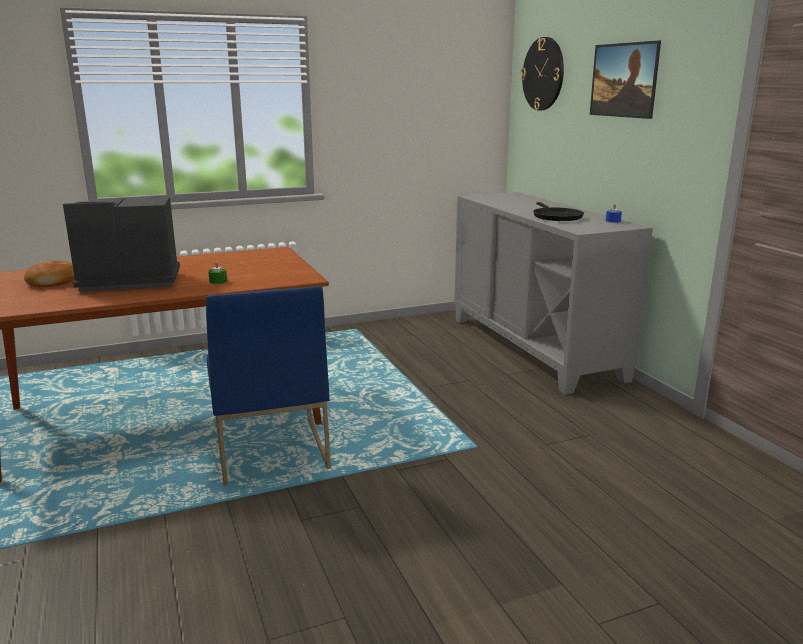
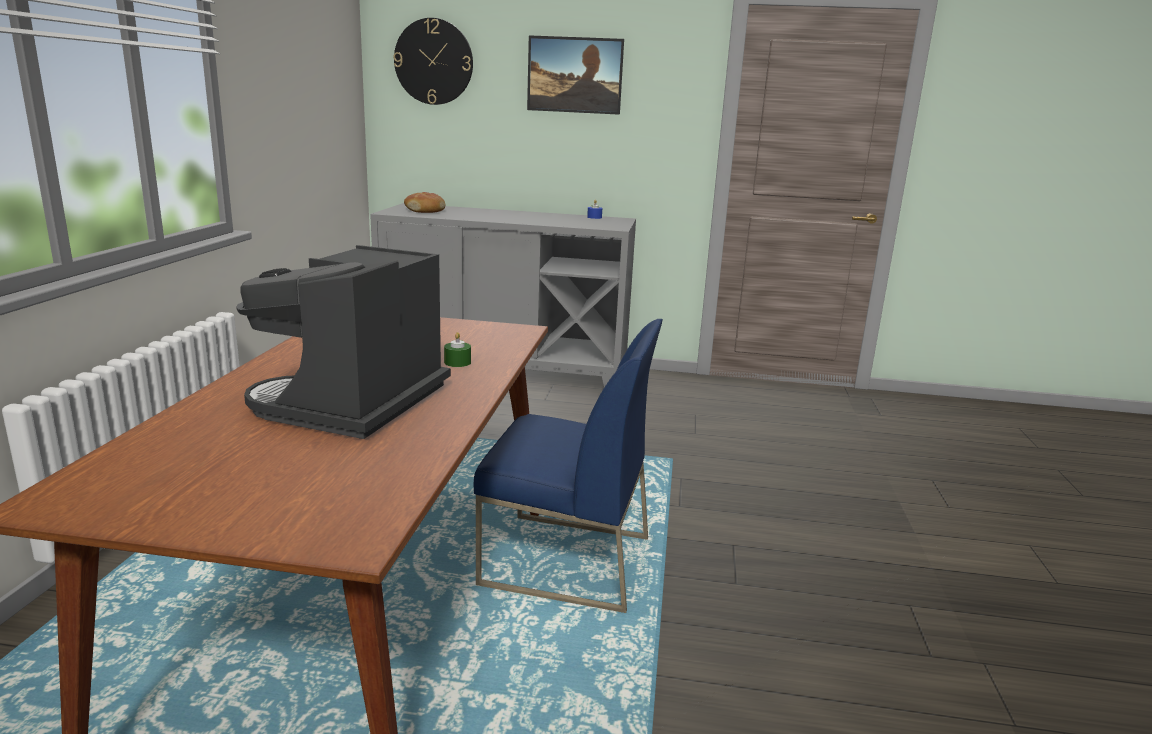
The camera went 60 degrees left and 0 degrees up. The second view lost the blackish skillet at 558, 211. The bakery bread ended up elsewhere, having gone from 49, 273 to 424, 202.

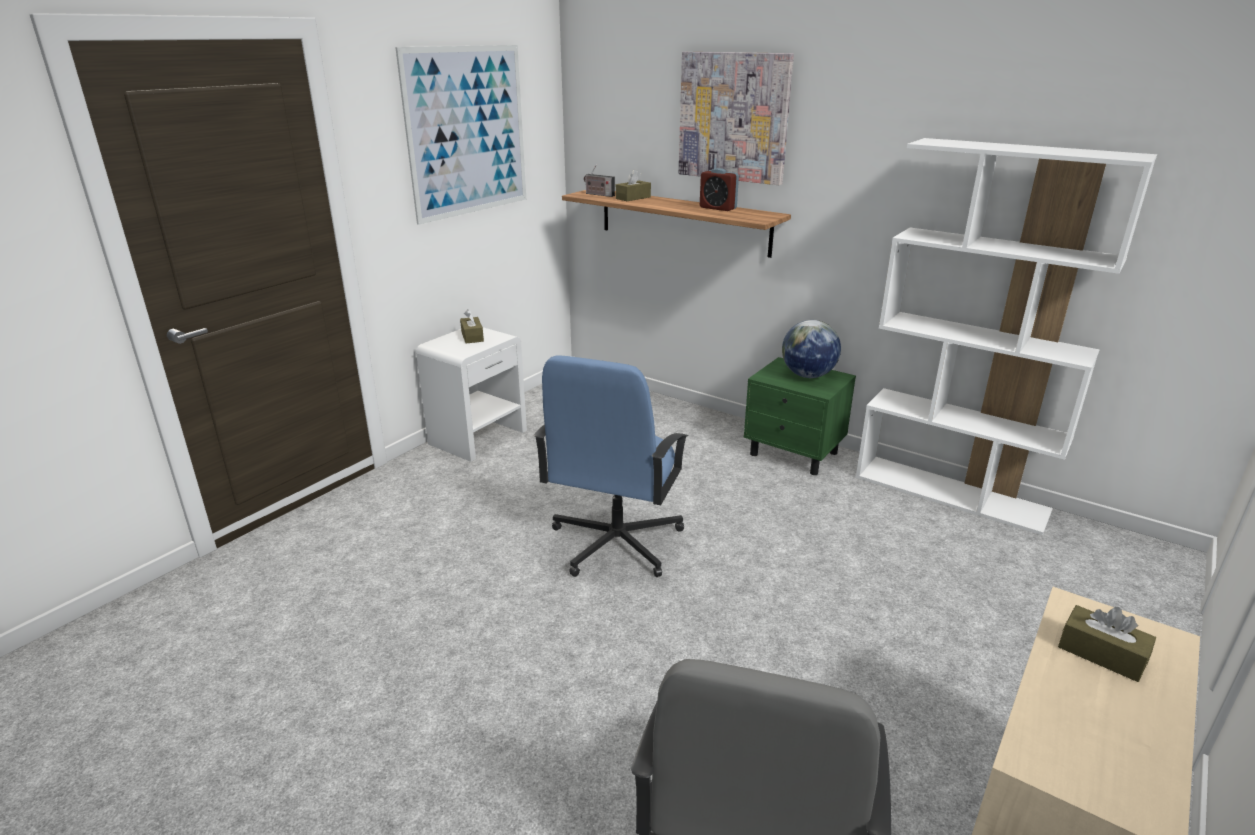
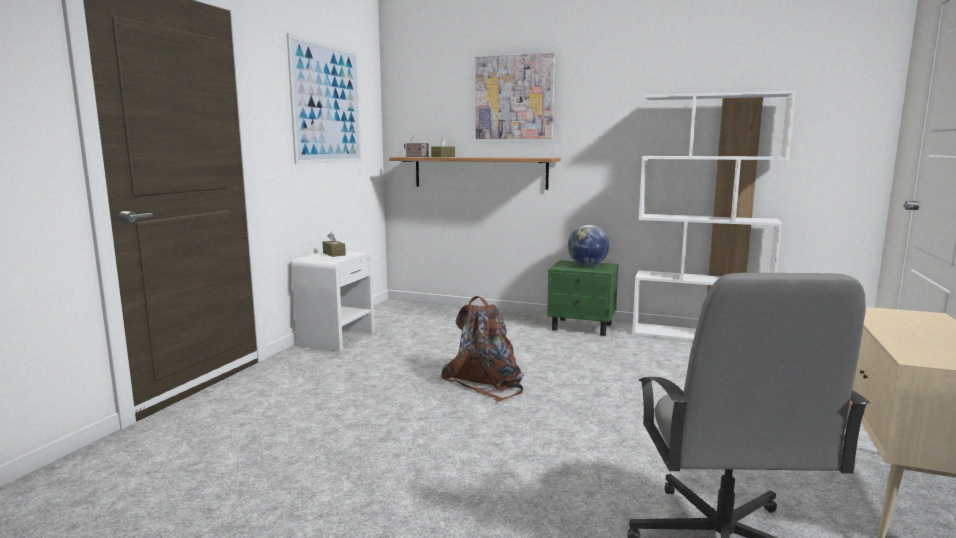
The camera went 15 degrees left and 15 degrees down. The second view lost the table clock at 719, 189. The second view lost the brownish tissue holder at 1107, 643. Where the bluish desk chair stood at 611, 466, the brownish backpack came to stand at 482, 349.

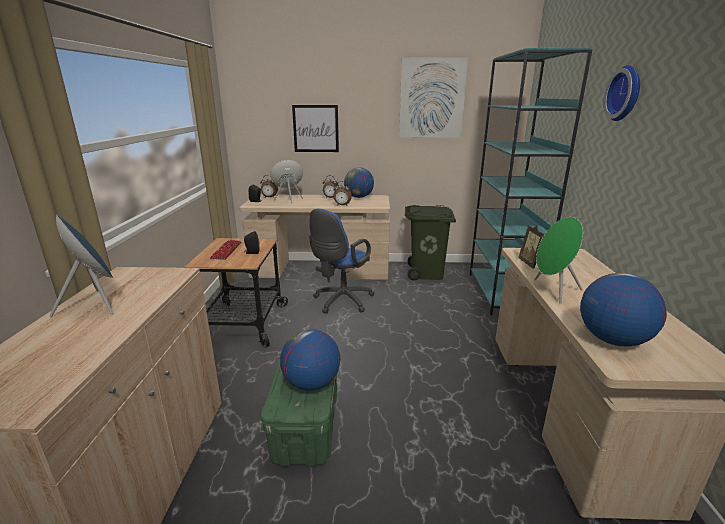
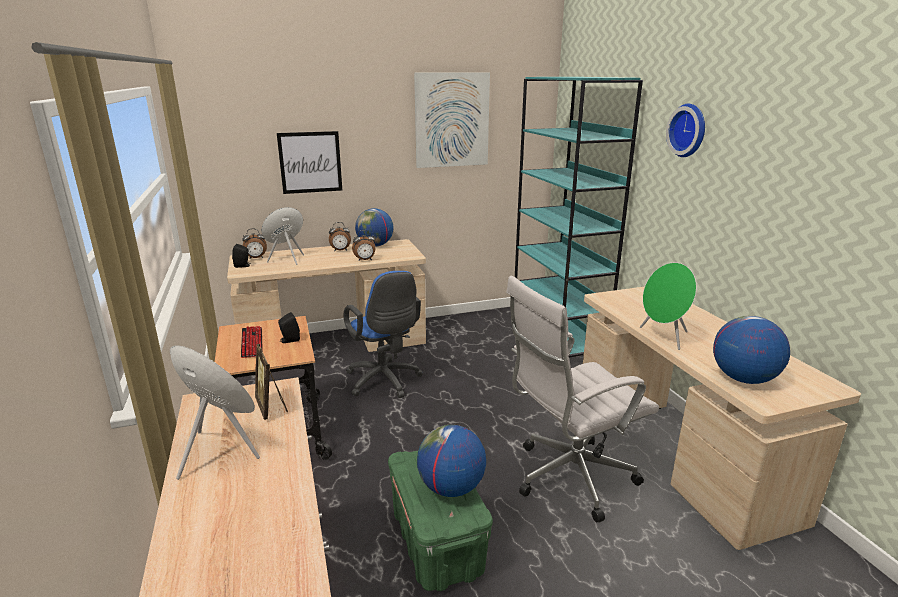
The camera went 20 degrees left and 0 degrees up. The second view lost the green-coloured rubbish bin at 430, 242. The second view gained the whitish desk chair at 582, 399. The standing frame ended up elsewhere, having gone from 531, 247 to 271, 382. The bluish desk chair at 342, 261 ended up facing another way, 45 degrees counterclockwise from before.

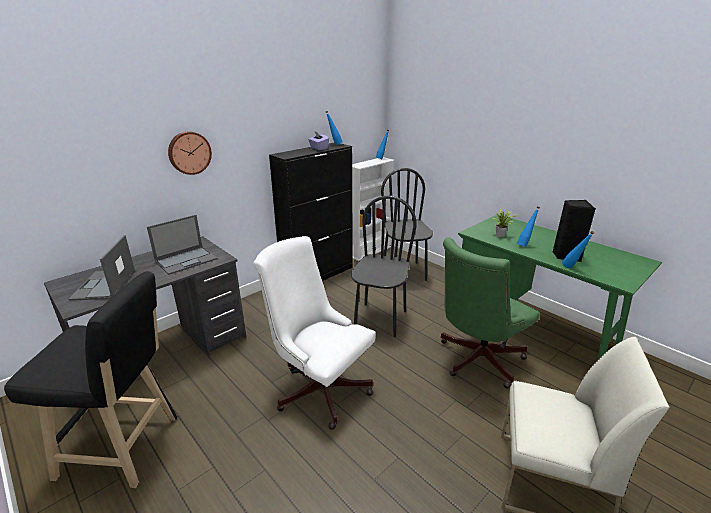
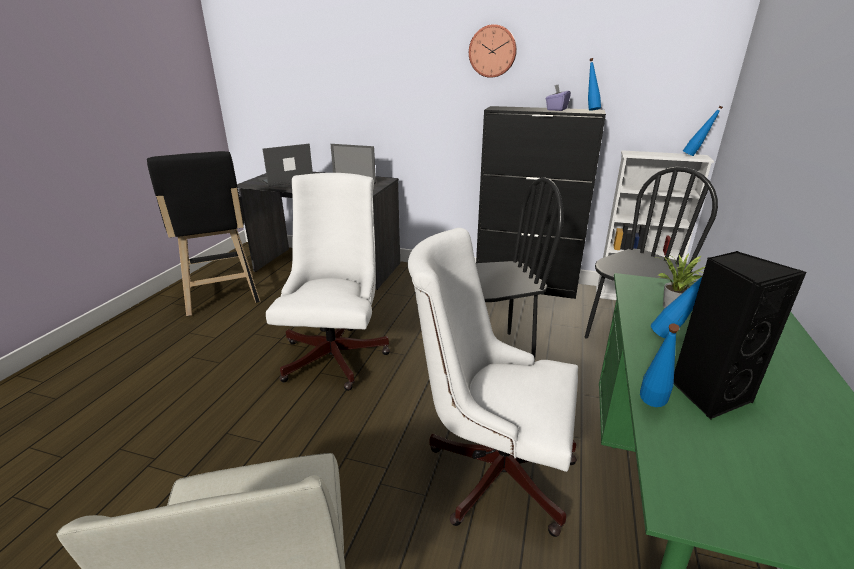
The camera went 60 degrees right and 0 degrees up. The wall clock ended up elsewhere, having gone from 190, 153 to 493, 51. What was the green-coloured desk chair at 490, 313 turned into the whitish desk chair at 493, 382.

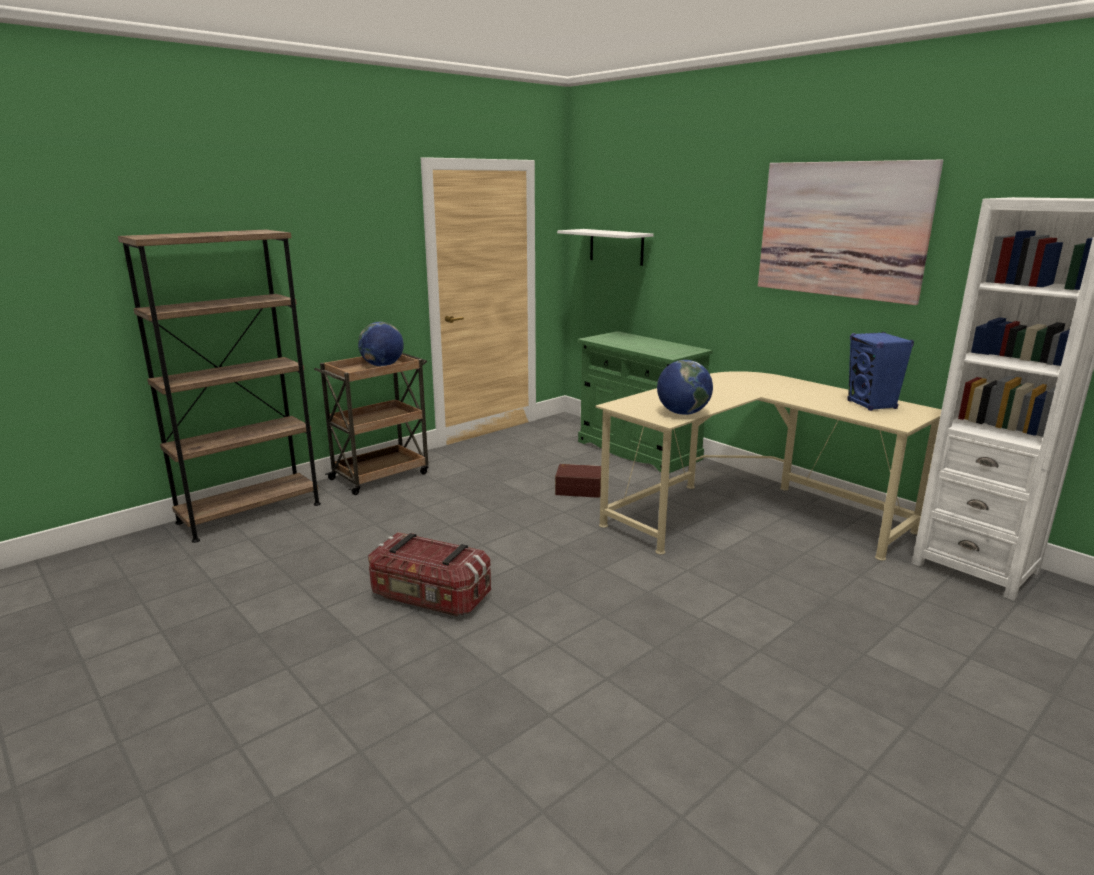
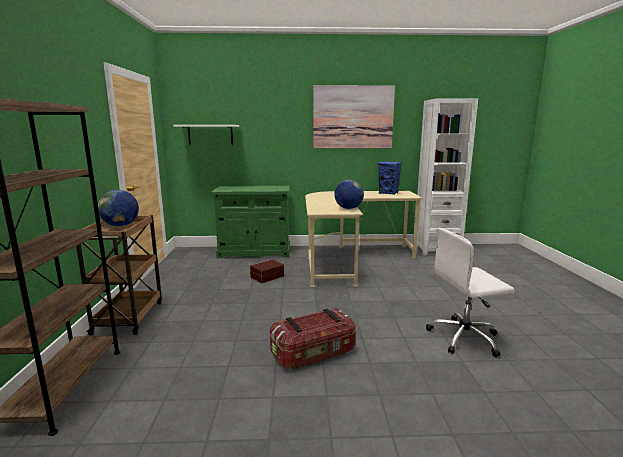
The camera went 50 degrees left and 5 degrees down. The second view gained the whitish desk chair at 470, 292.

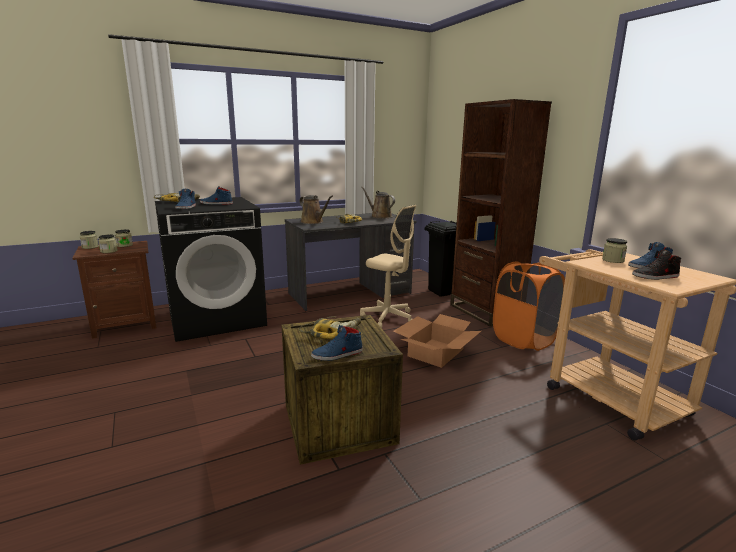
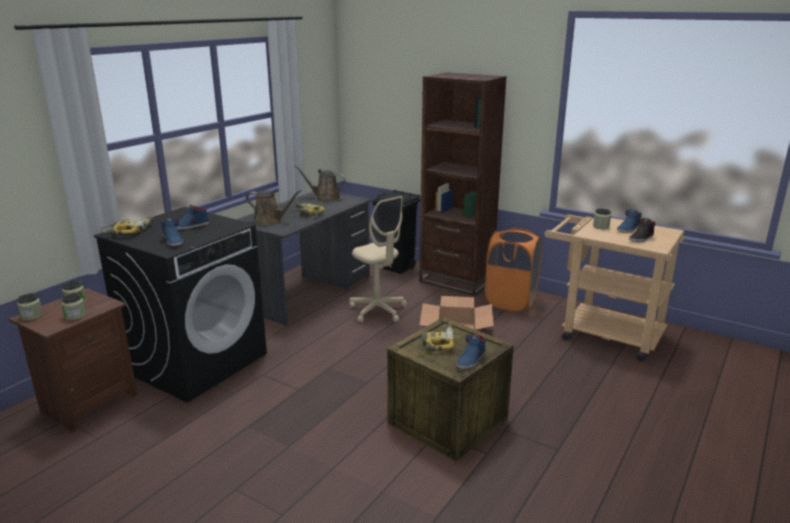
The camera went 30 degrees left and 5 degrees up. The sand-coloured desk chair at 388, 266 ended up facing another way, 45 degrees clockwise from before.

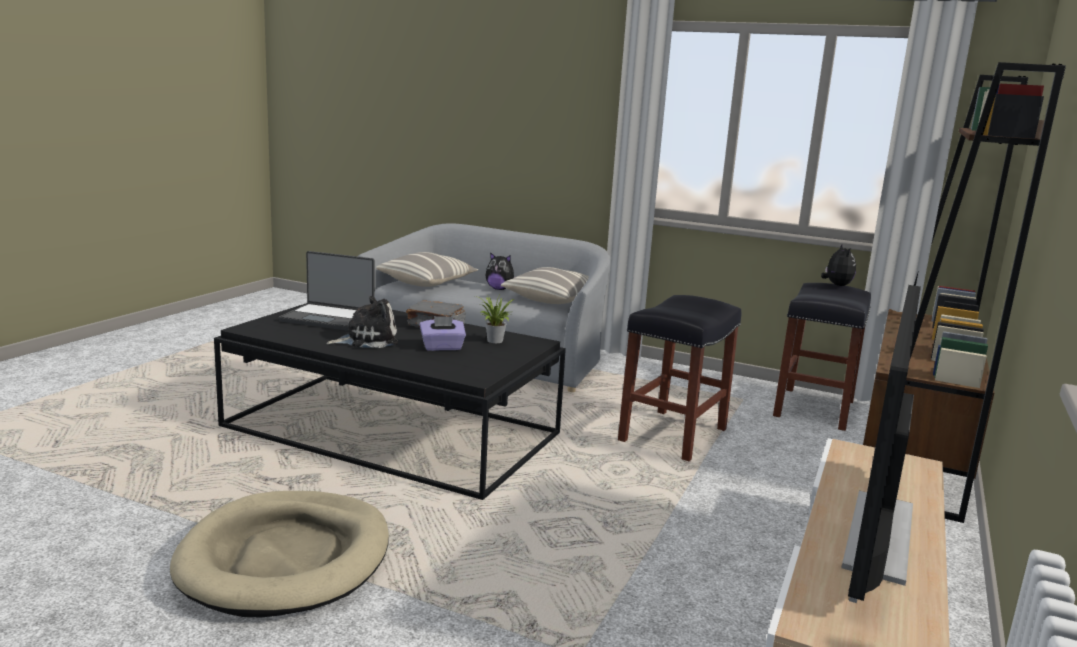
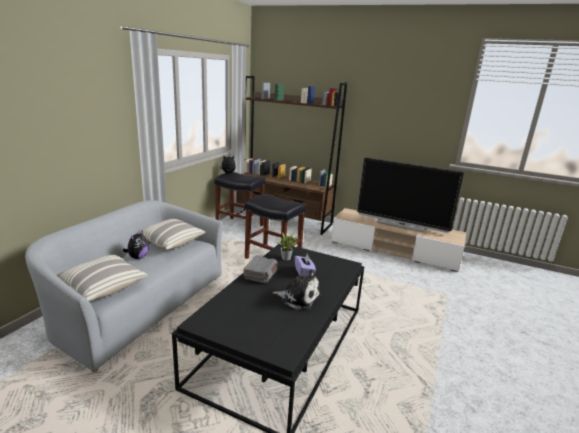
The camera went 90 degrees left and 5 degrees up. The second view lost the sand-coloured dog bed at 279, 554. The second view lost the laptop at 327, 291. The plush toy at 362, 322 ended up facing another way, 135 degrees clockwise from before.

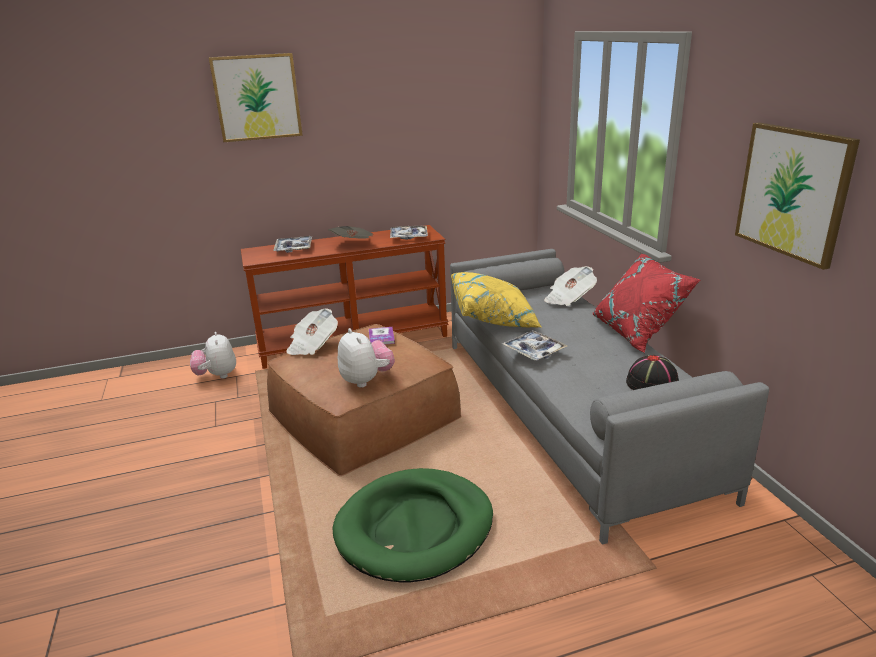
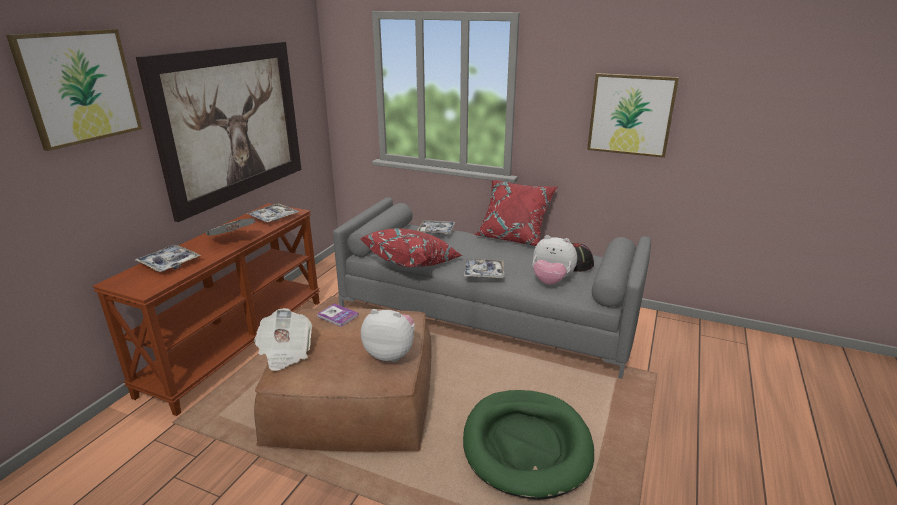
The camera went 50 degrees left and 0 degrees up. The second view gained the wall art at 218, 132. The plush toy ended up elsewhere, having gone from 213, 355 to 555, 260. Where the daily paper stood at 570, 286, the carrying tray came to stand at 436, 227. What was the yellow cushion at 496, 300 turned into the reddish cushion at 411, 248.

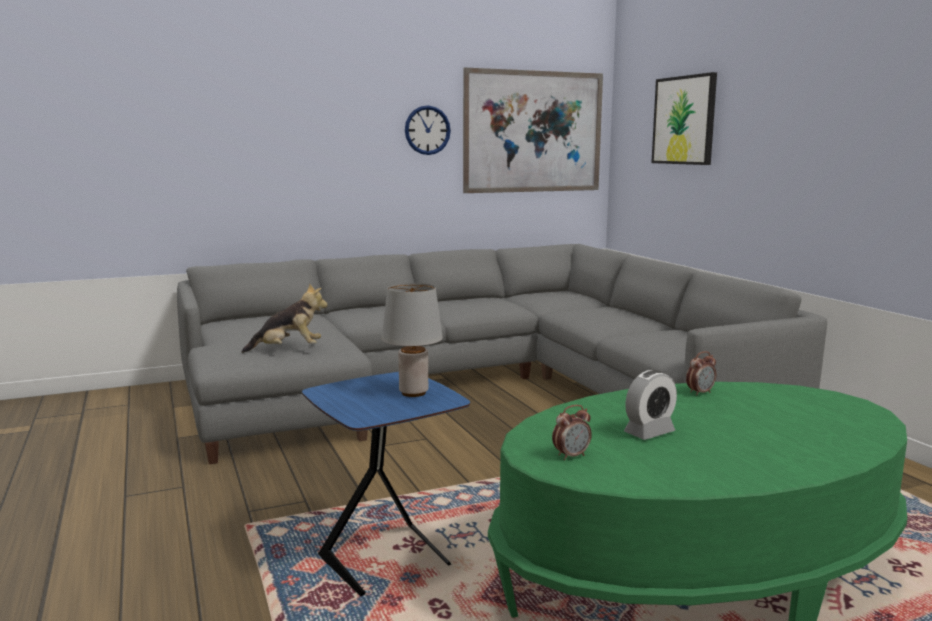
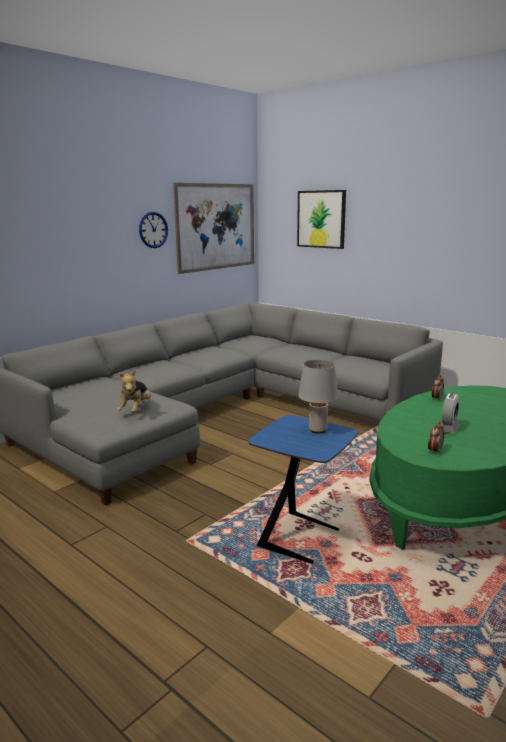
The camera went 25 degrees left and 5 degrees up. The plush toy at 285, 318 ended up facing another way, 135 degrees clockwise from before.

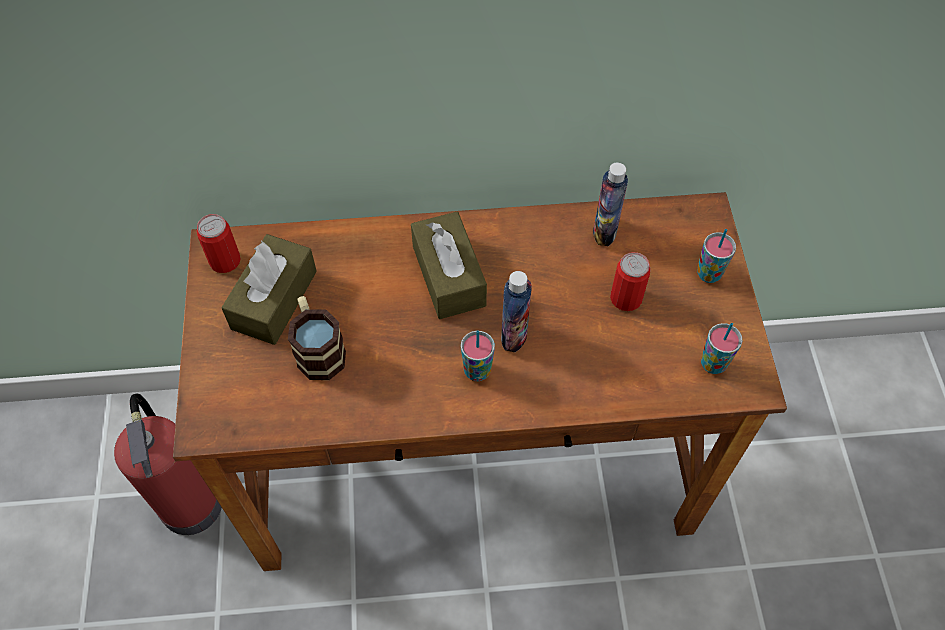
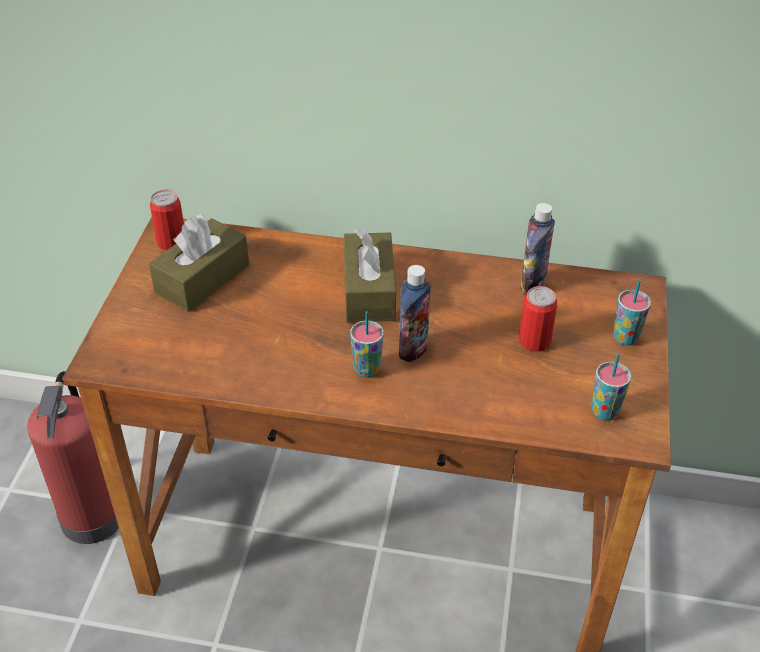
The camera went 15 degrees right and 15 degrees down. The second view lost the tea mug at 317, 338.

